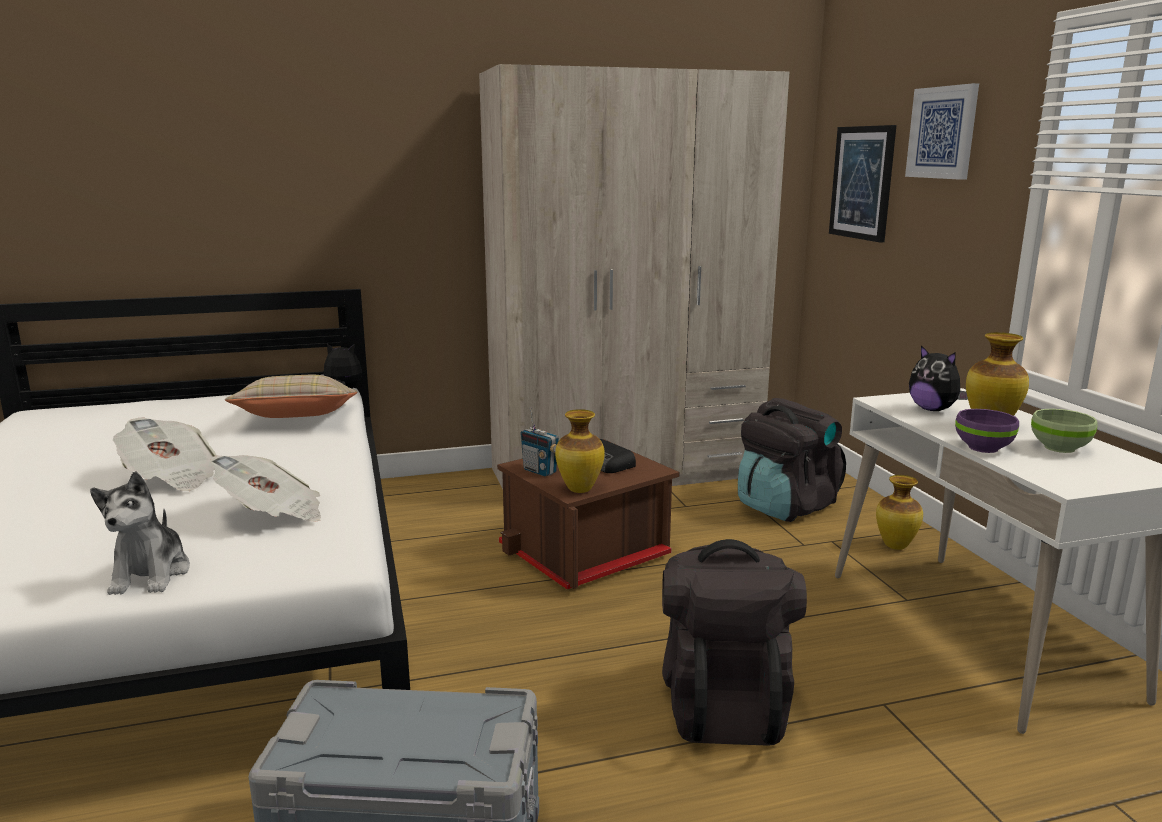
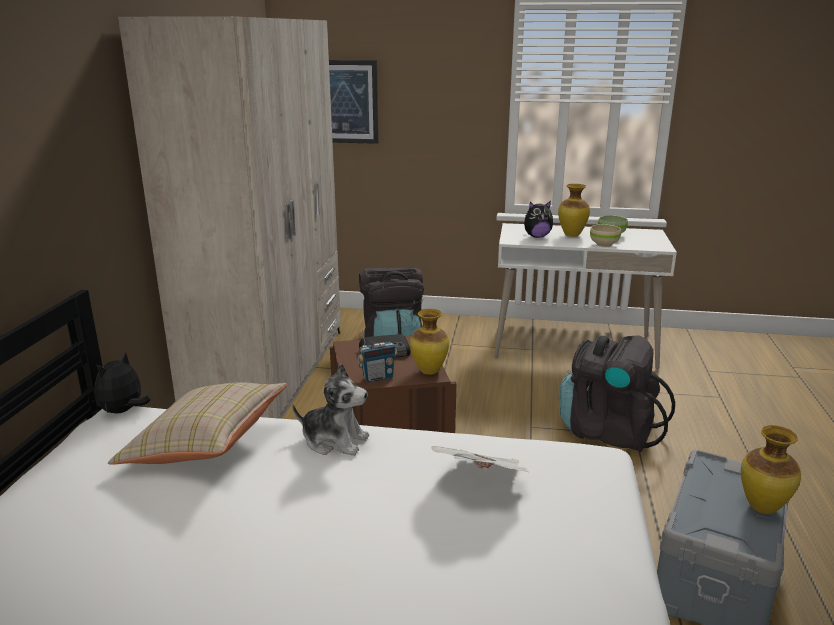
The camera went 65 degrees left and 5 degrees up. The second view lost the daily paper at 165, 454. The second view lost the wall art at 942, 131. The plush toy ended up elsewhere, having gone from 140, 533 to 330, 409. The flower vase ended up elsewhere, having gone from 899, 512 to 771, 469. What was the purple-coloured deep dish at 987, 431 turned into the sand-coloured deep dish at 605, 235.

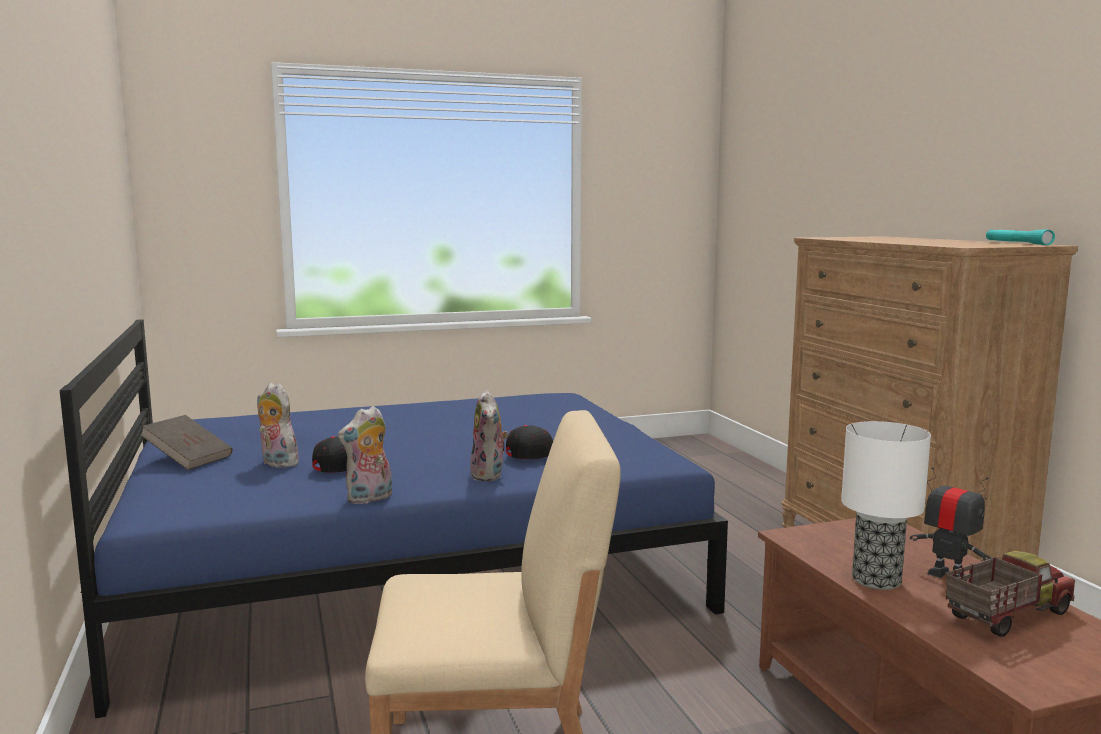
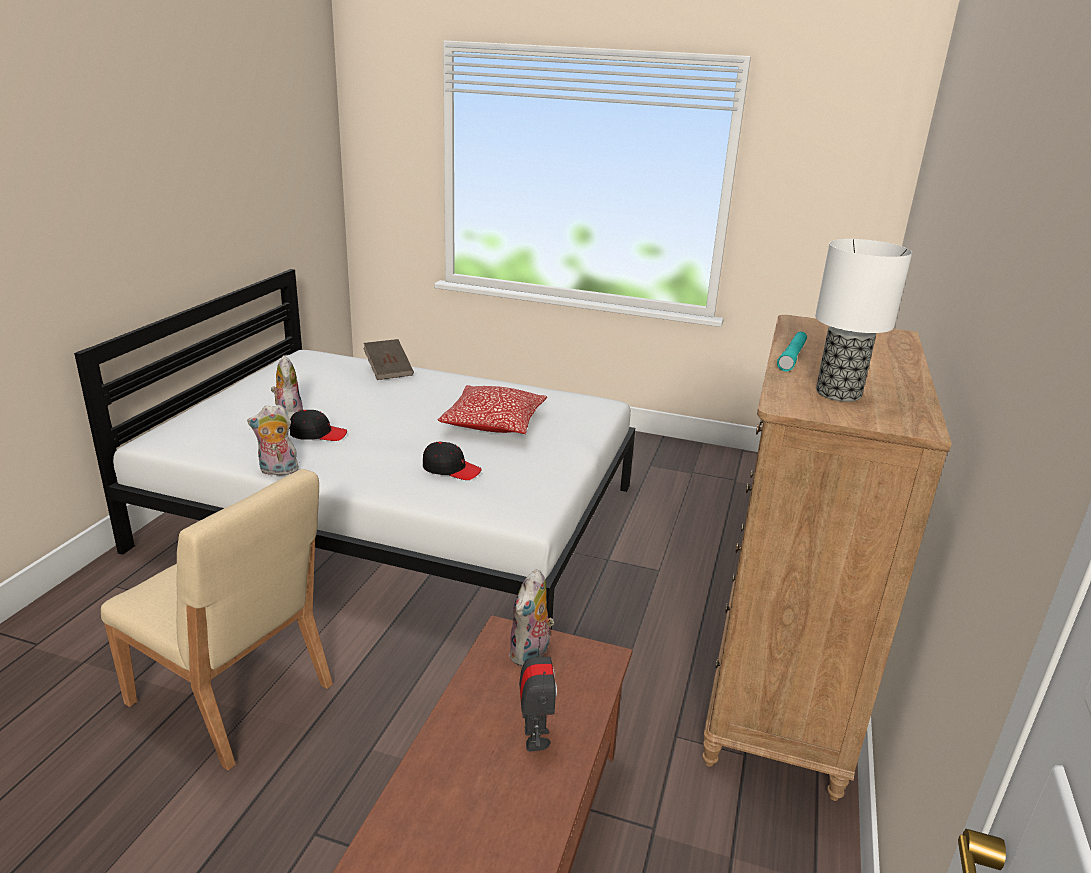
The camera went 35 degrees right and 15 degrees up. The second view lost the model truck at 1010, 594. The second view gained the cushion at 492, 409. The brownish volume ended up elsewhere, having gone from 186, 442 to 388, 359. The plush toy ended up elsewhere, having gone from 489, 435 to 531, 617. The tabletop lamp ended up elsewhere, having gone from 886, 505 to 863, 320. The turquoise-coloured torch ended up elsewhere, having gone from 1020, 237 to 792, 351. What was the bluish sleeping bed at 394, 518 turned into the whitish sleeping bed at 354, 449.

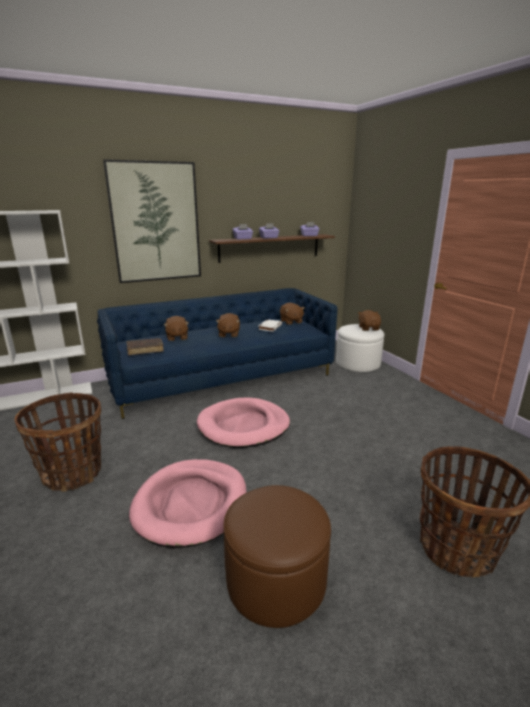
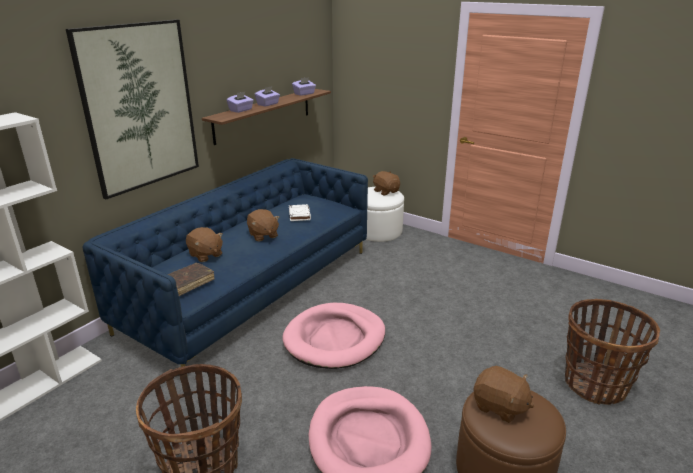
The camera went 30 degrees left and 5 degrees up. The brownish plush toy ended up elsewhere, having gone from 292, 314 to 503, 394.

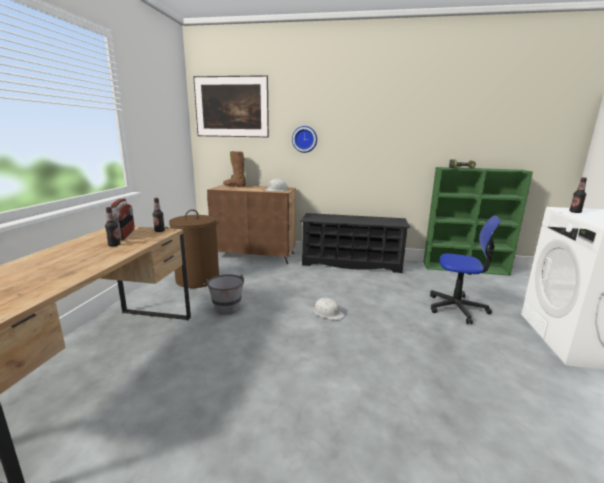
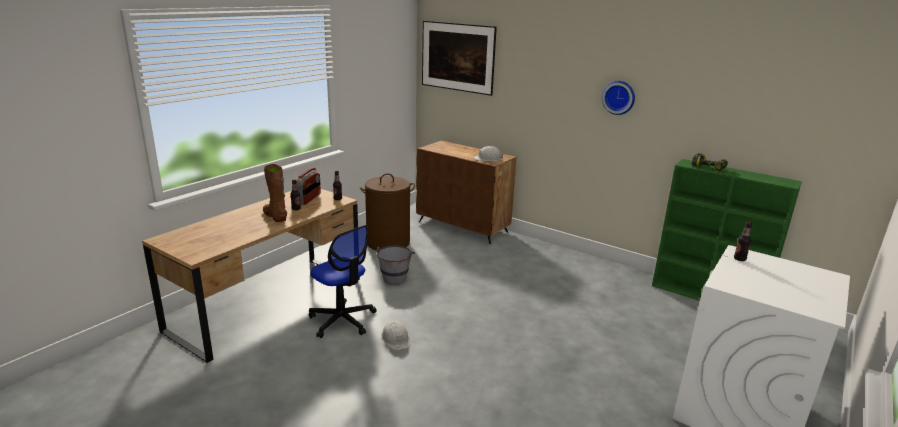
The camera went 25 degrees right and 5 degrees up. The second view lost the blackish shoe shelf at 355, 243. The brownish boot ended up elsewhere, having gone from 234, 169 to 275, 193. The wall clock ended up elsewhere, having gone from 304, 139 to 618, 98. The whitish work helmet ended up elsewhere, having gone from 329, 309 to 395, 336. The desk chair ended up elsewhere, having gone from 465, 269 to 343, 281.

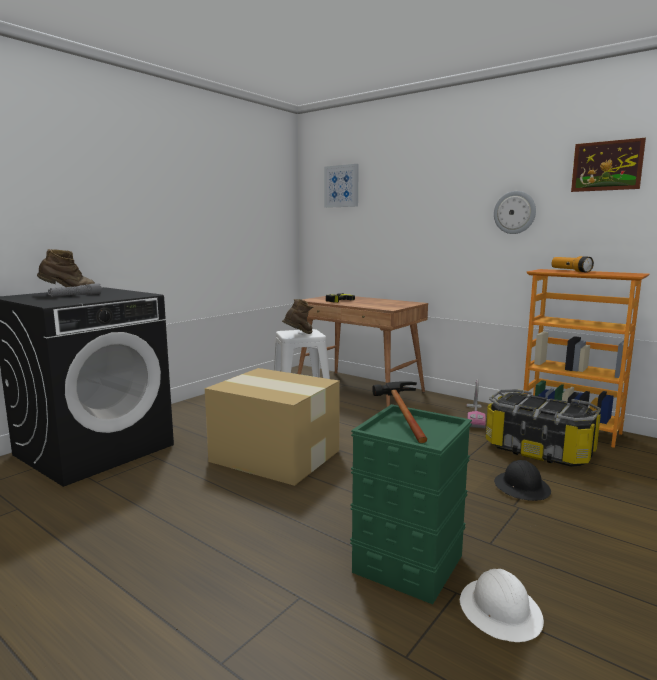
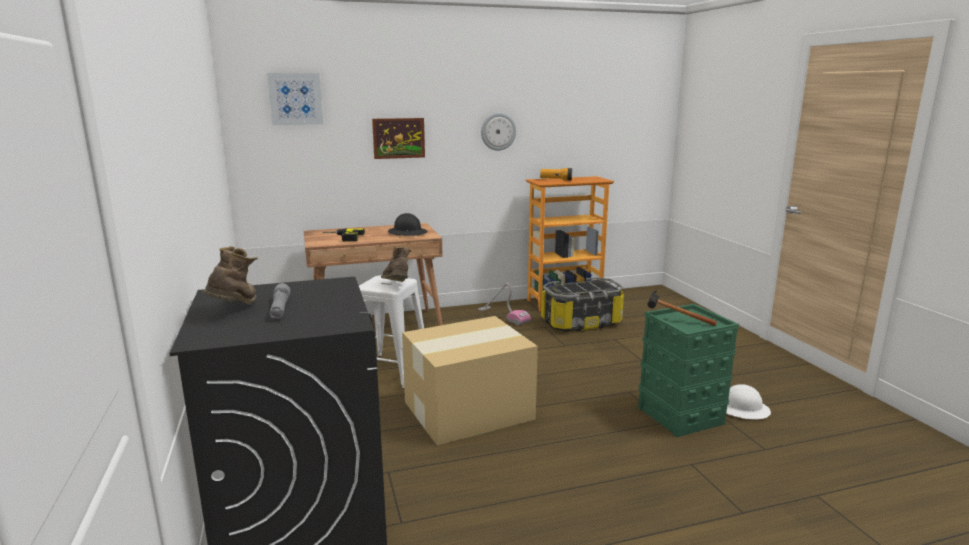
The camera went 55 degrees left and 5 degrees up. The blackish work helmet ended up elsewhere, having gone from 522, 480 to 408, 224. The wall art ended up elsewhere, having gone from 608, 165 to 398, 138.

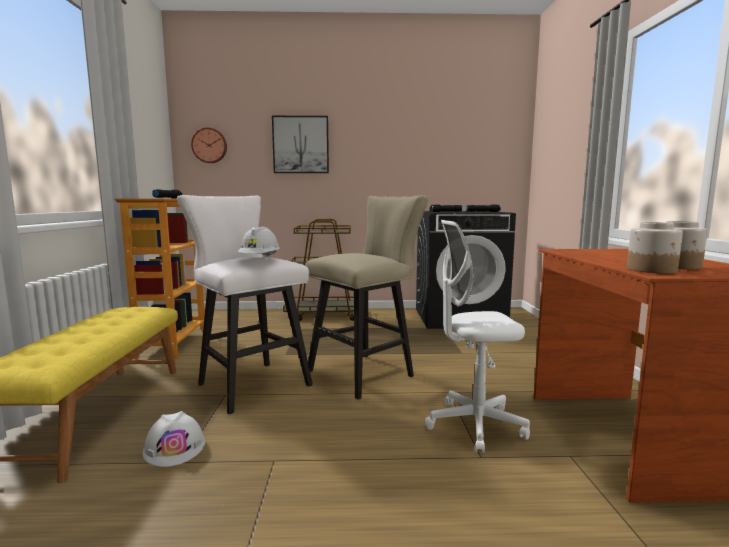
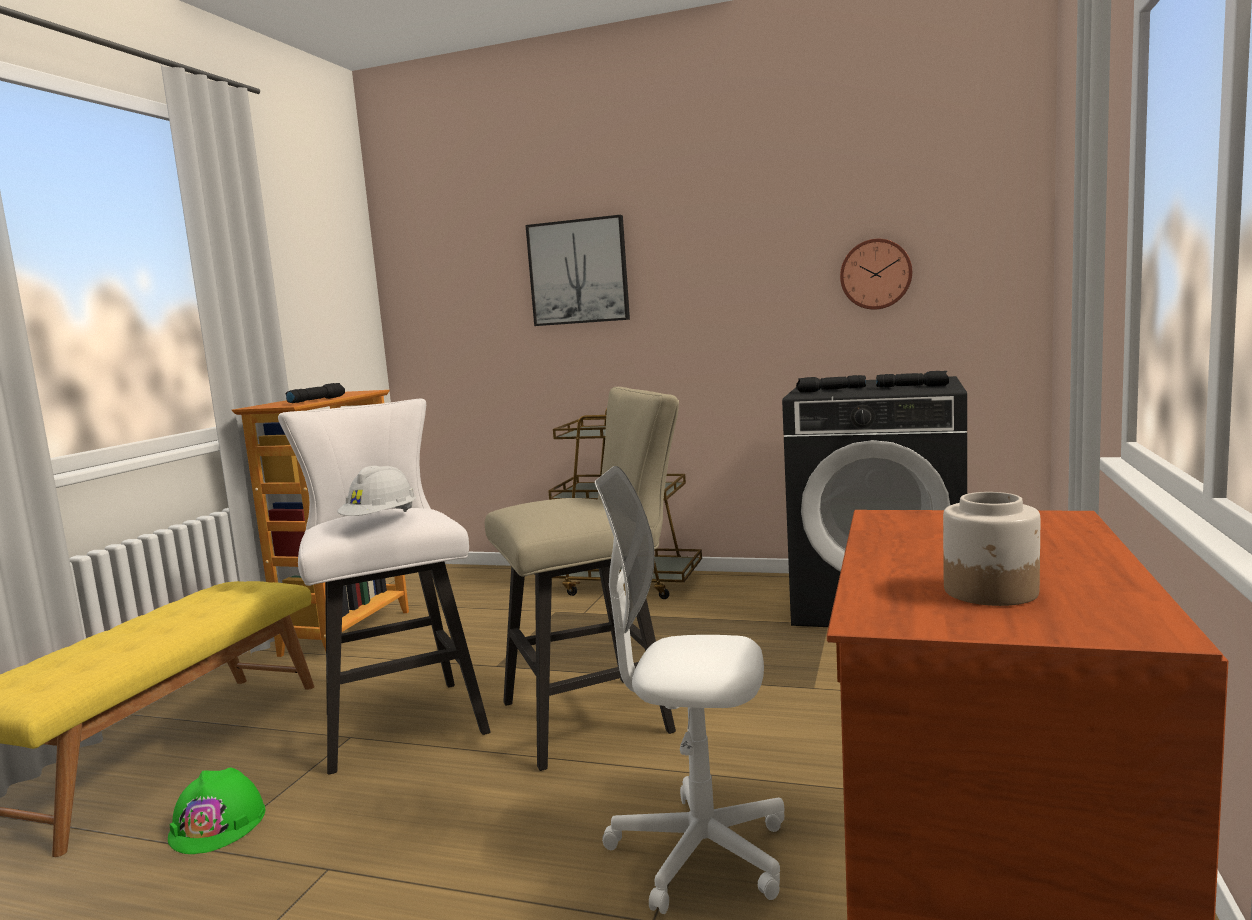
The camera went 20 degrees right and 0 degrees up. The second view lost the jar at 655, 248. The wall clock ended up elsewhere, having gone from 209, 145 to 876, 274. What was the whitish work helmet at 174, 439 turned into the green-coloured work helmet at 216, 810.

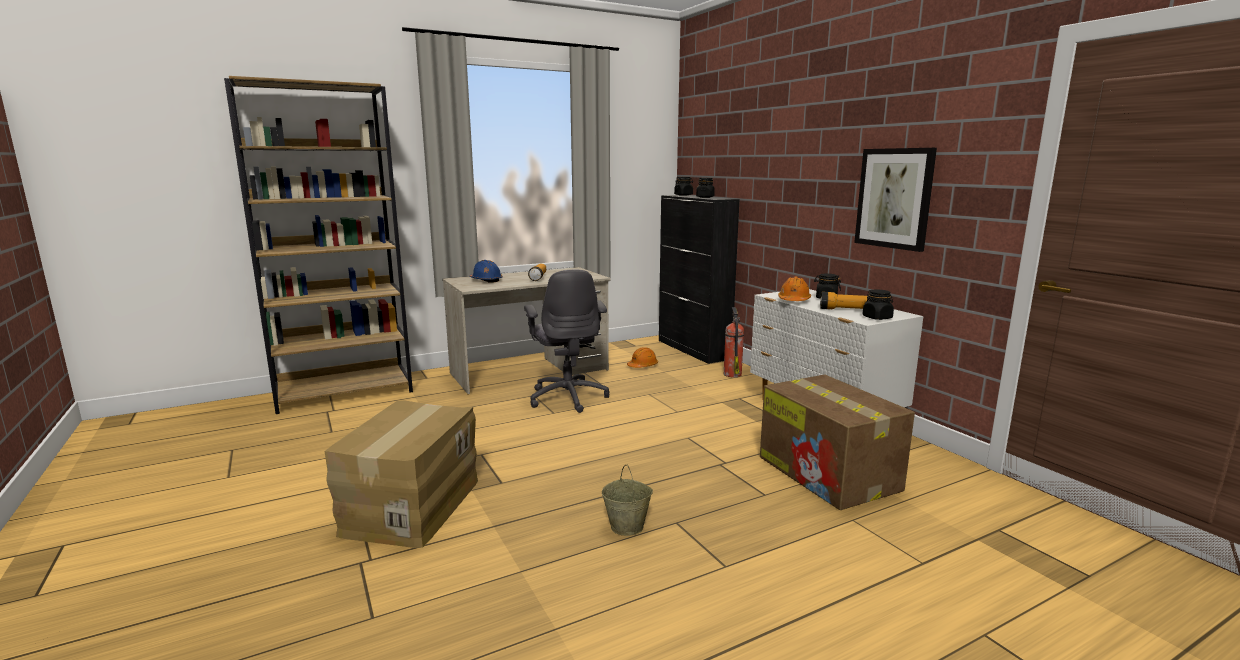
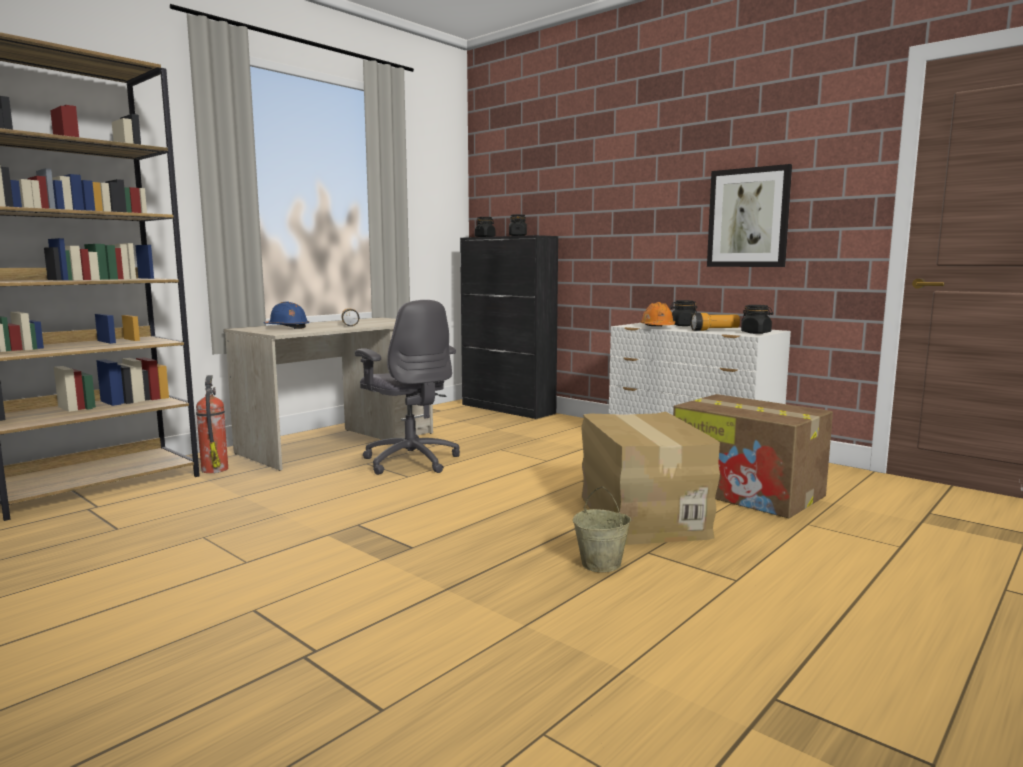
The camera went 20 degrees left and 5 degrees down. The second view lost the orange-coloured work helmet at 642, 358. The carton ended up elsewhere, having gone from 401, 474 to 651, 478. The fire extinguisher ended up elsewhere, having gone from 734, 342 to 212, 424.

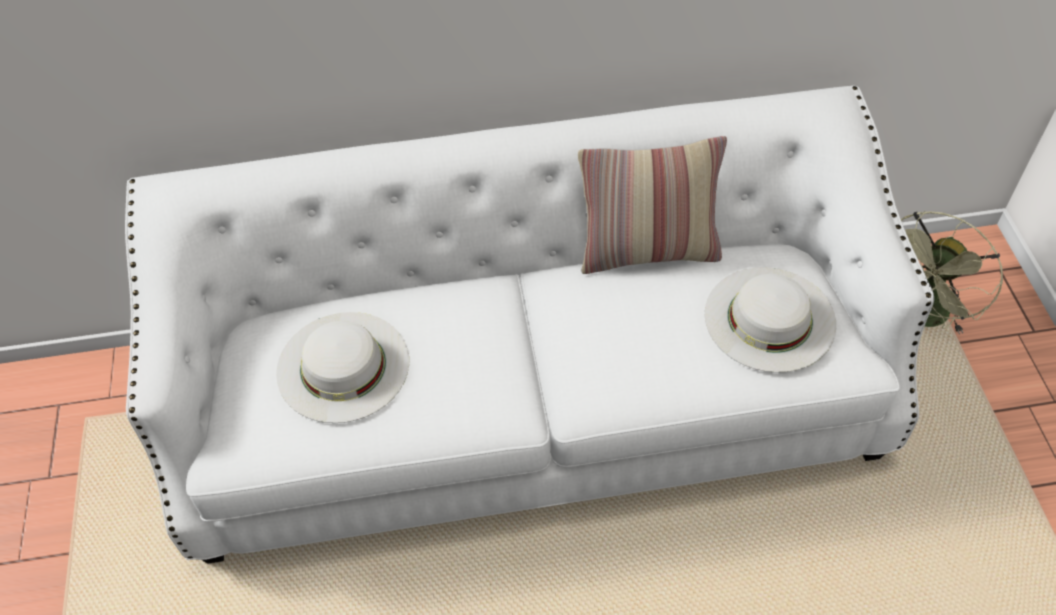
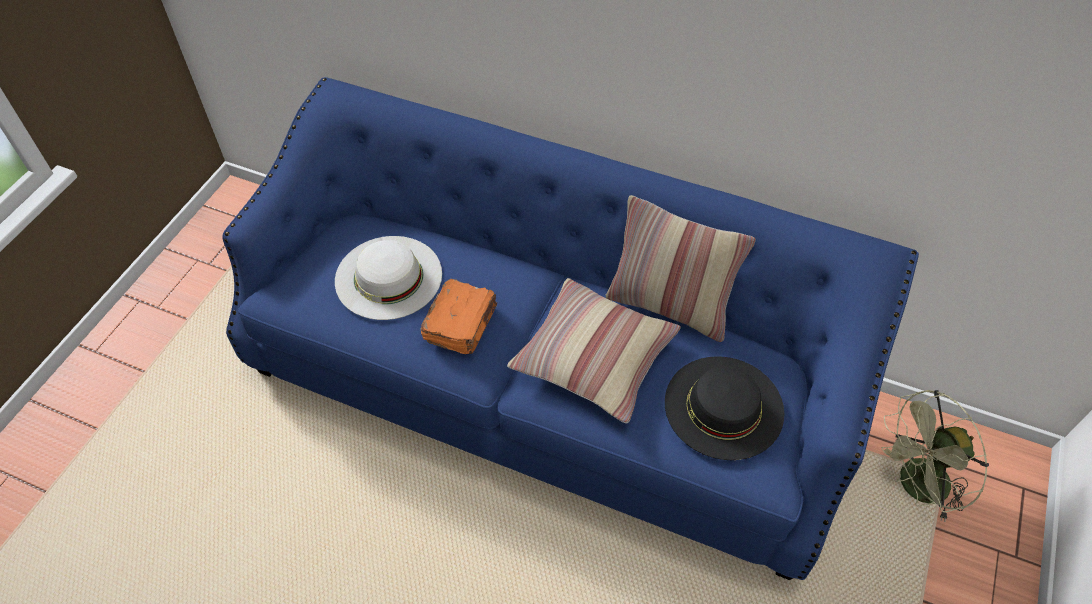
The camera went 30 degrees right and 0 degrees up. The second view gained the orange-coloured volume at 459, 316. The second view gained the cushion at 594, 350. What was the whitish sofa at 529, 324 turned into the bluish sofa at 570, 328. What was the whitish clothing hat at 770, 319 turned into the blackish clothing hat at 724, 408.

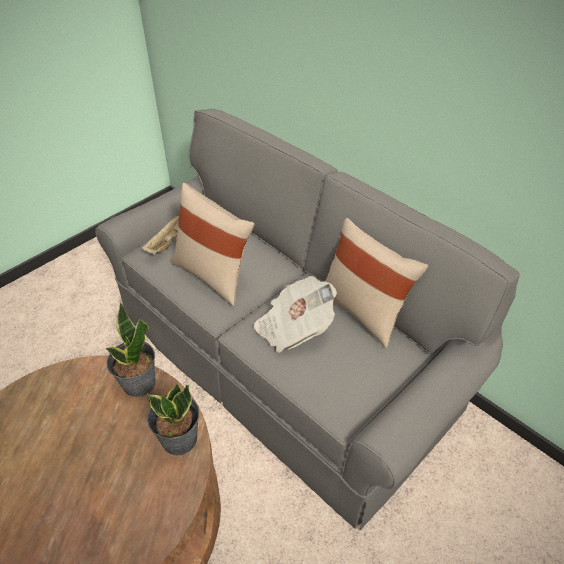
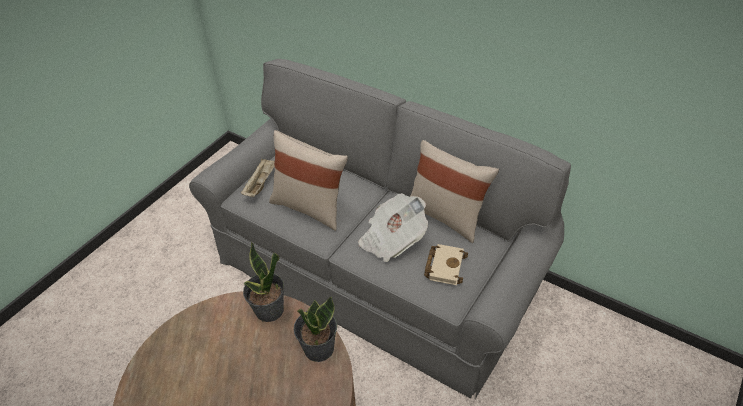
The camera went 10 degrees left and 0 degrees up. The second view gained the sand-coloured volume at 446, 264.

